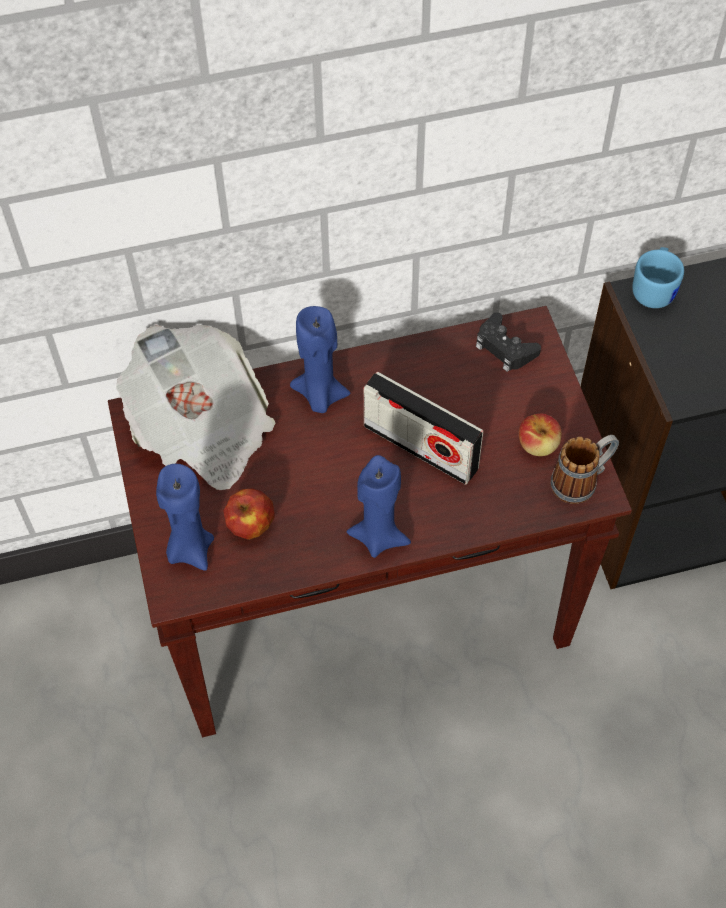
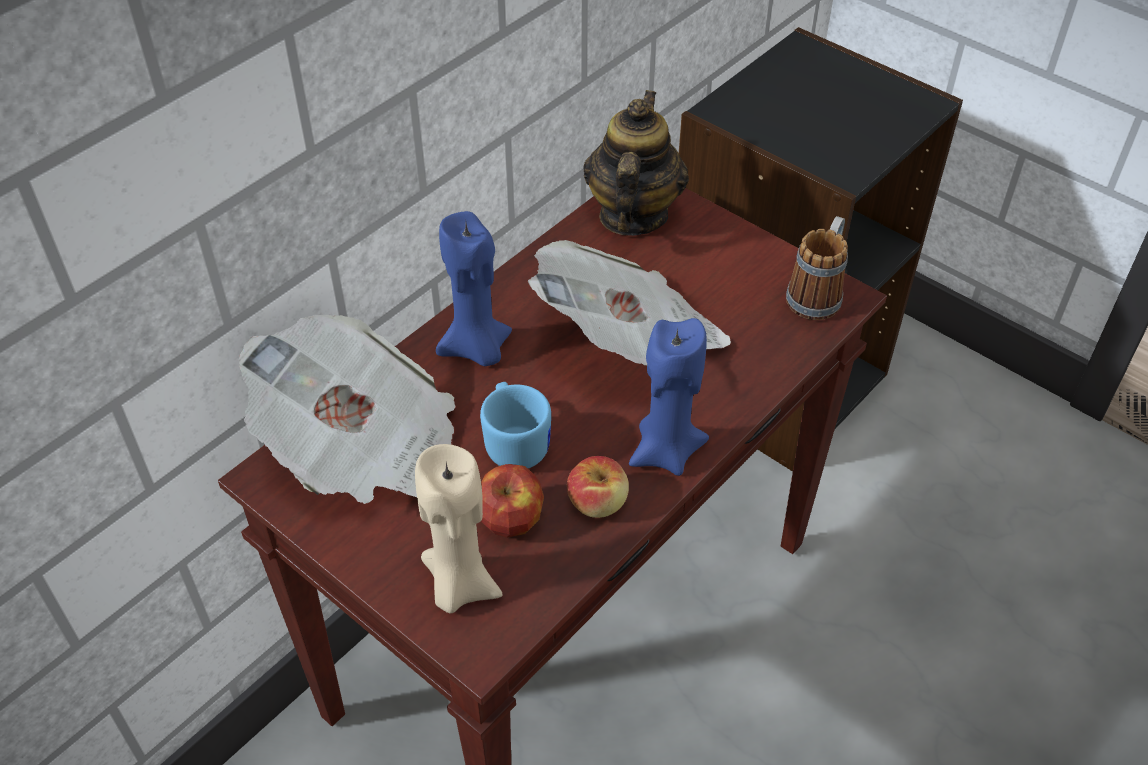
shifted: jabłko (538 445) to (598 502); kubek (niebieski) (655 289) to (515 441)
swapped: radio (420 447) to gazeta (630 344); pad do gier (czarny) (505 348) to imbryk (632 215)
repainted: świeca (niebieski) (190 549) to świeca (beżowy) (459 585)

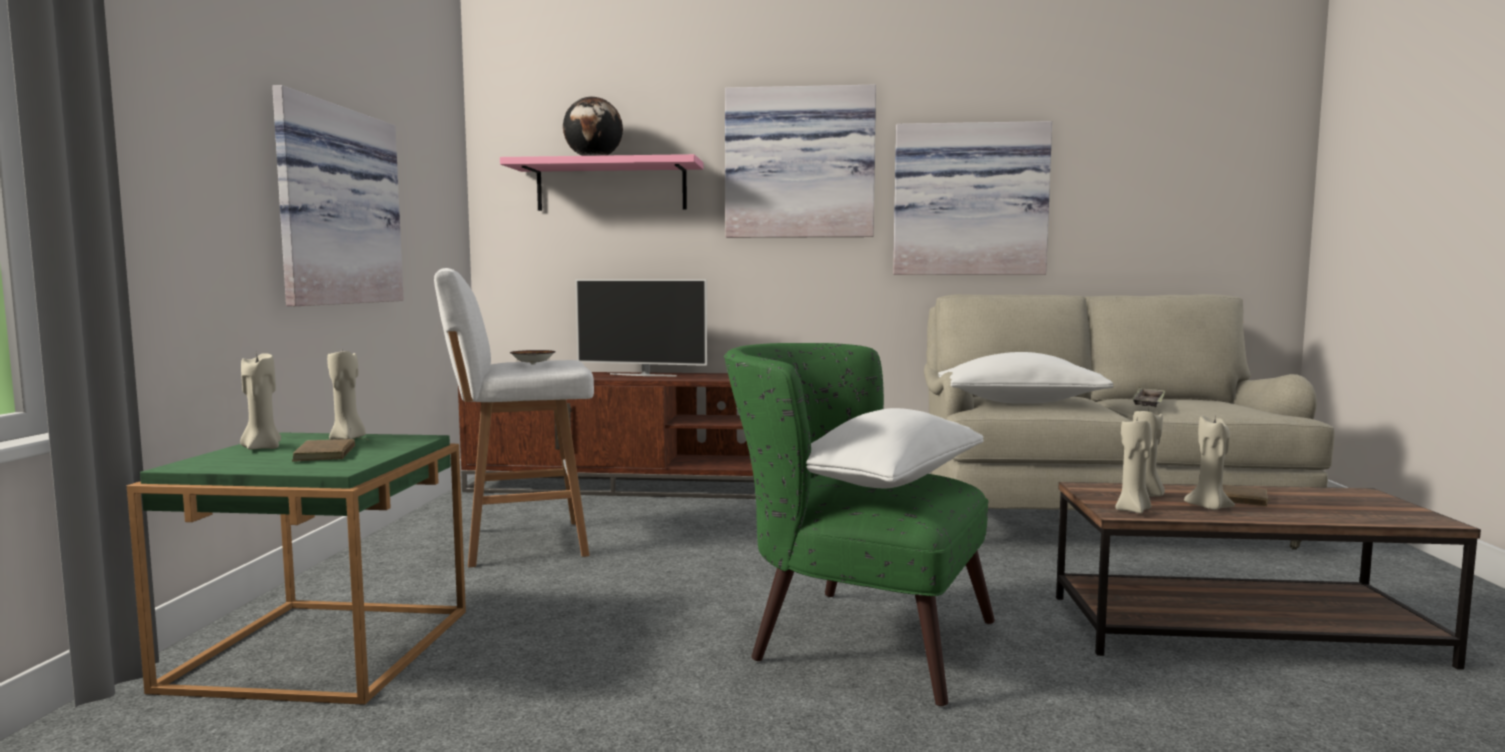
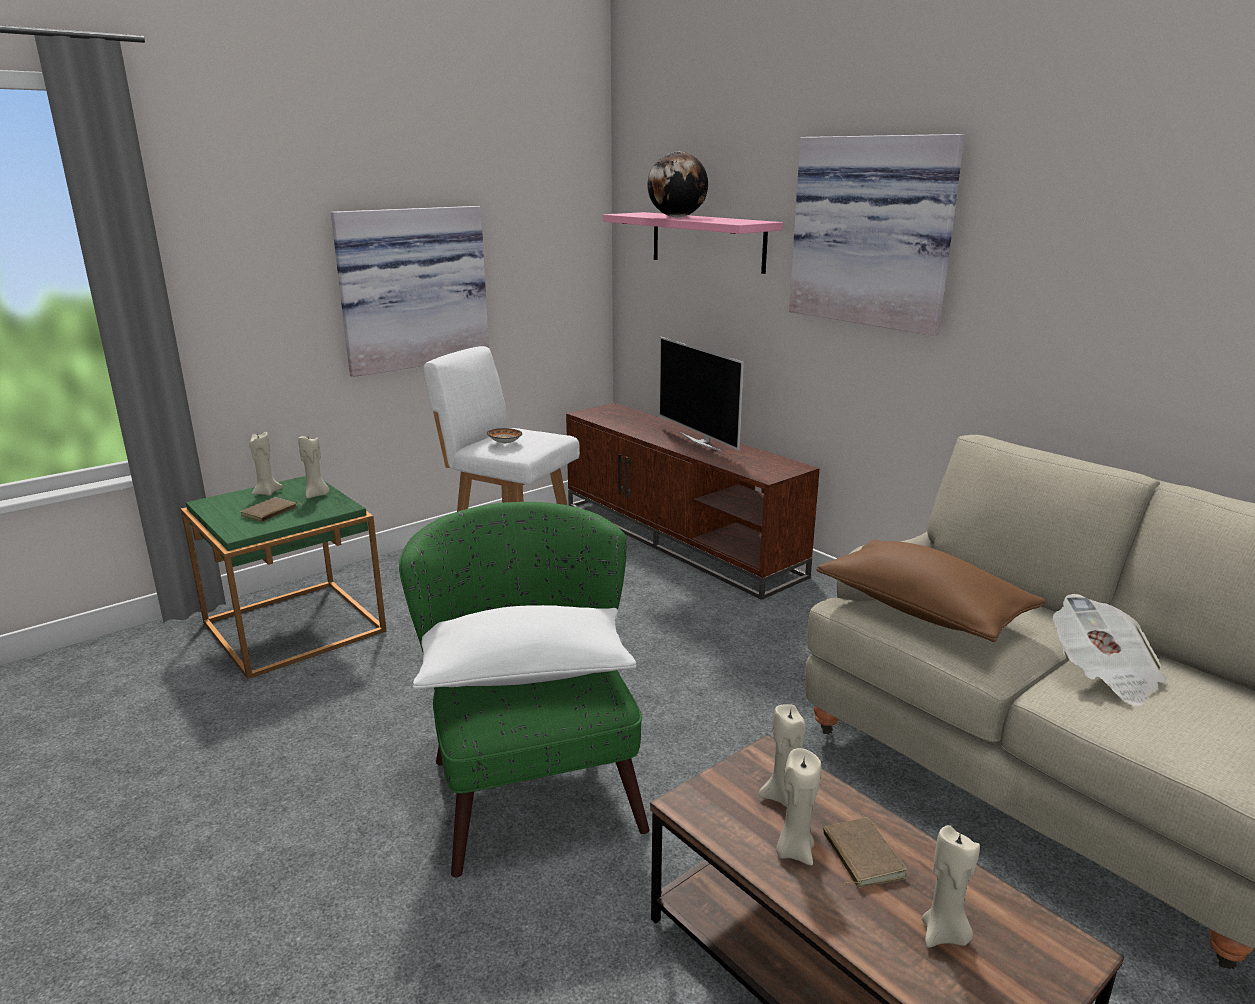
gone: obraz (969 200)
shifted: świeca (beżowy) (1133 510) to (944 934)
swapped: taca (1149 403) to gazeta (1103 674)
repainted: poduszka (biały) (1020 402) to poduszka (brązowy) (923 610)

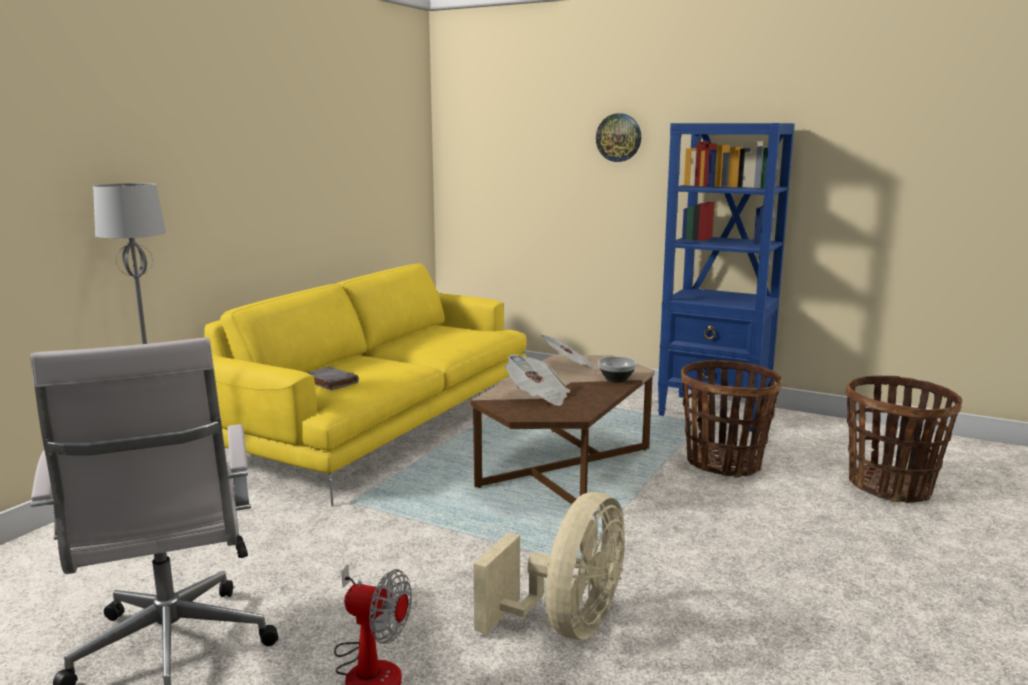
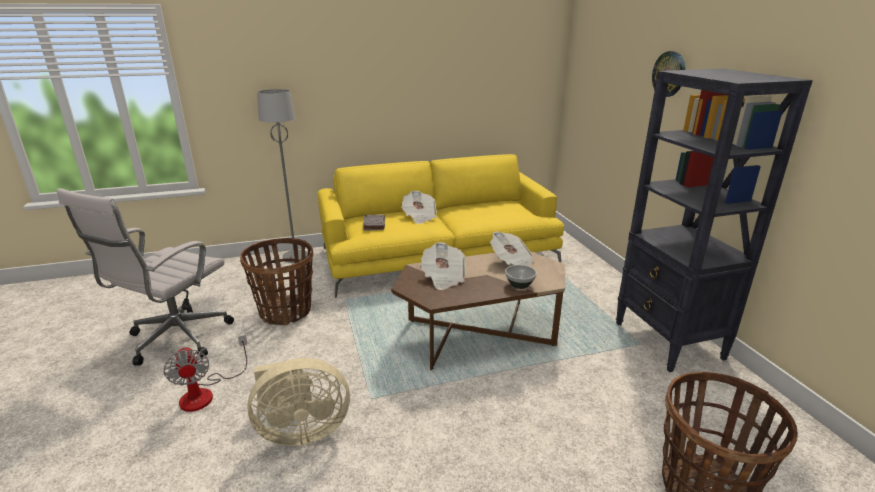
new: gazeta (419 216)
shifted: koszyk (724 463) to (286 311)
repainted: regał (niebieski) (715 413) to regał (czarny) (668 341)

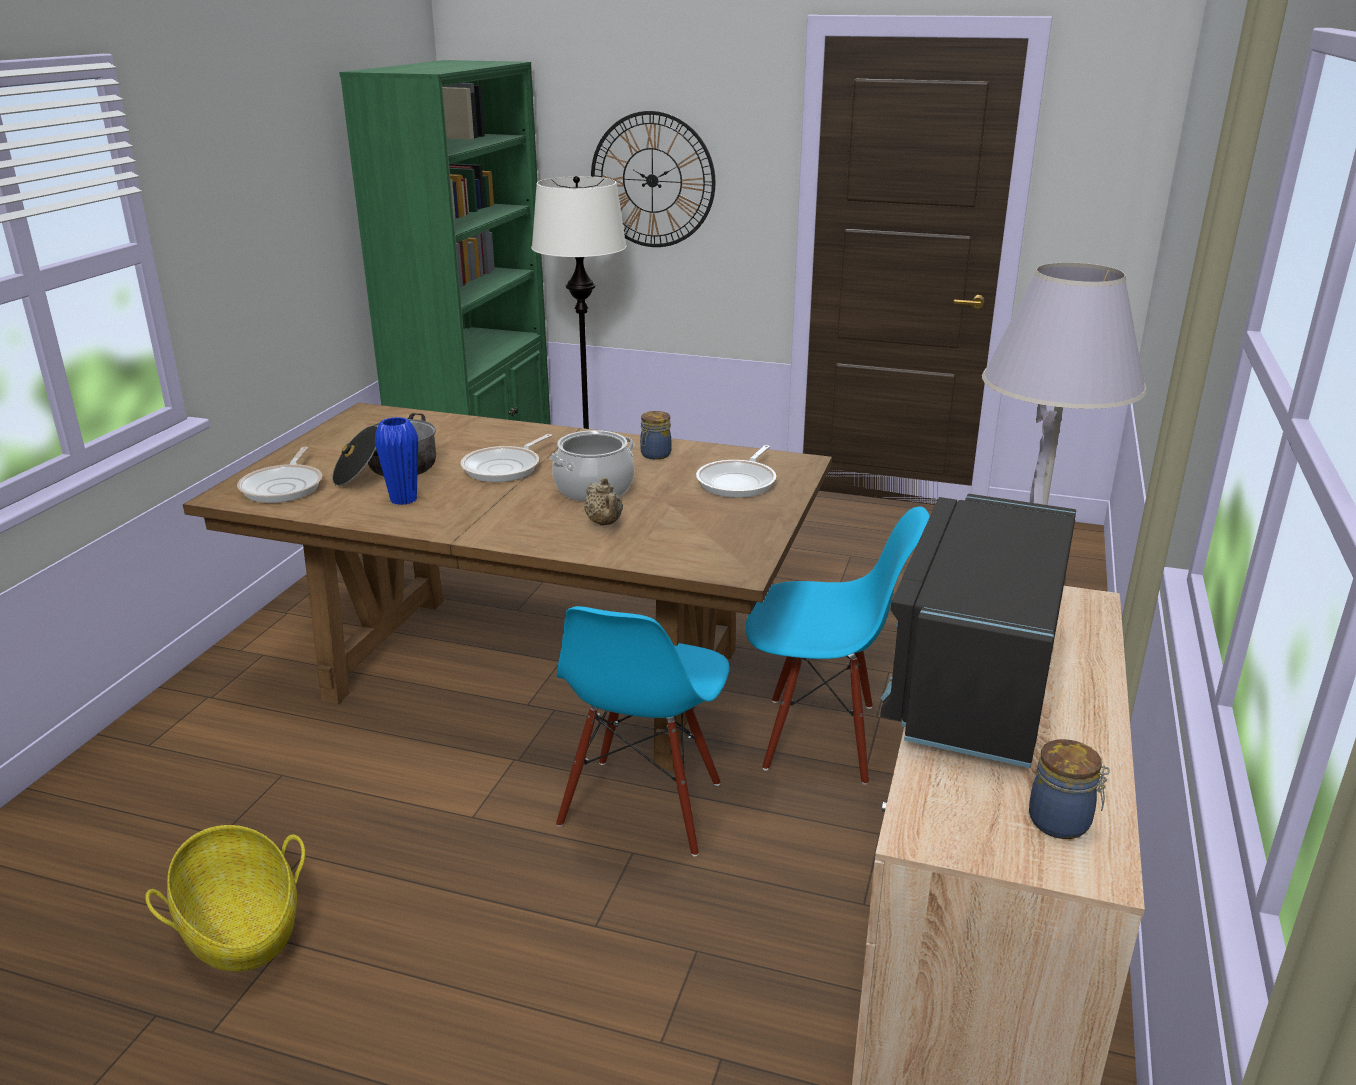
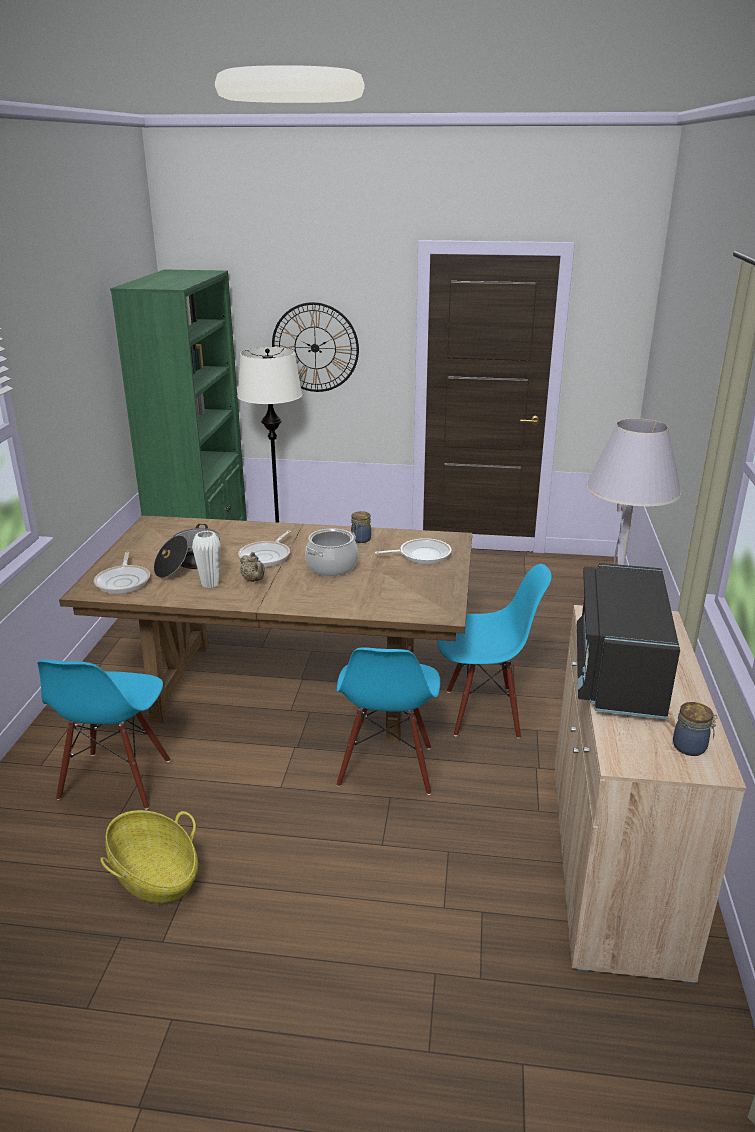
new: krzesło (niebieski) (116 780)
shifted: imbryk (beżowy) (605 523) to (254 580)
repainted: wazon (niebieski) (403 499) to wazon (biały) (210 584)
rotated: patelnia (739 482) = (421 555) 120 degrees counterclockwise

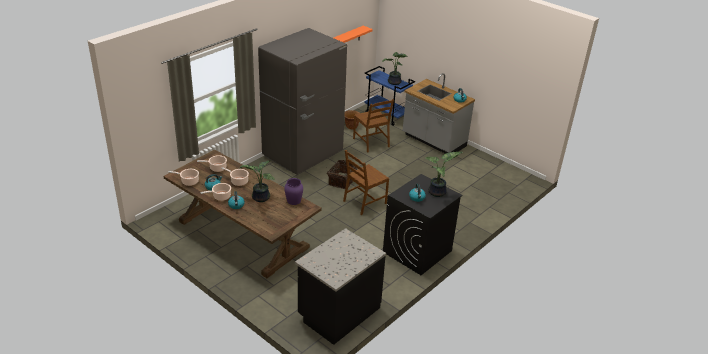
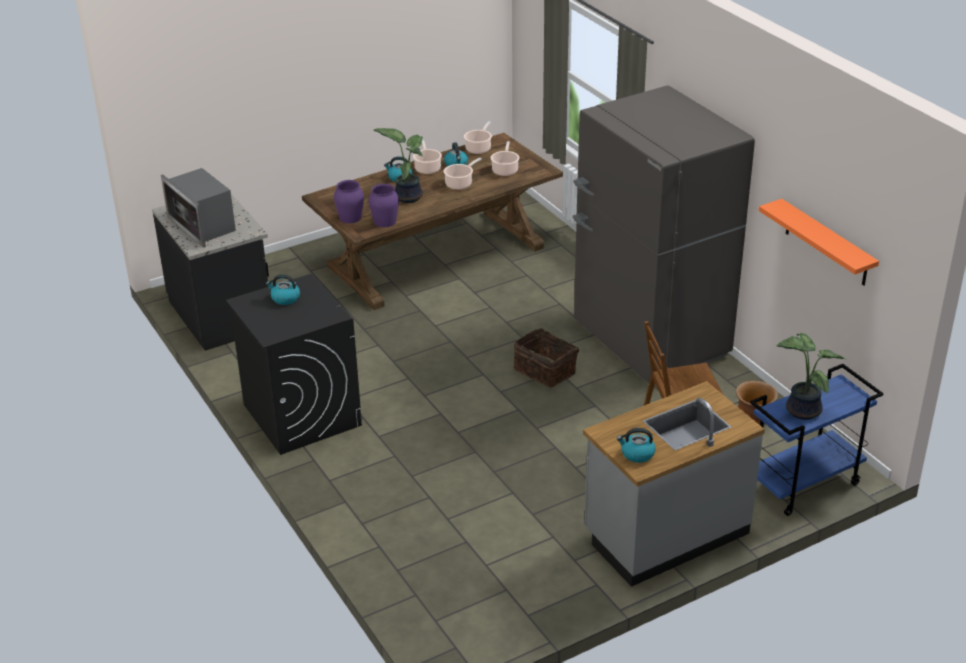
gone: krzesło (brązowy) (364 202); roślina doniczkowa (438 193)
new: mikrofalówka (203 225); wazon (fioletowy) (350 217)

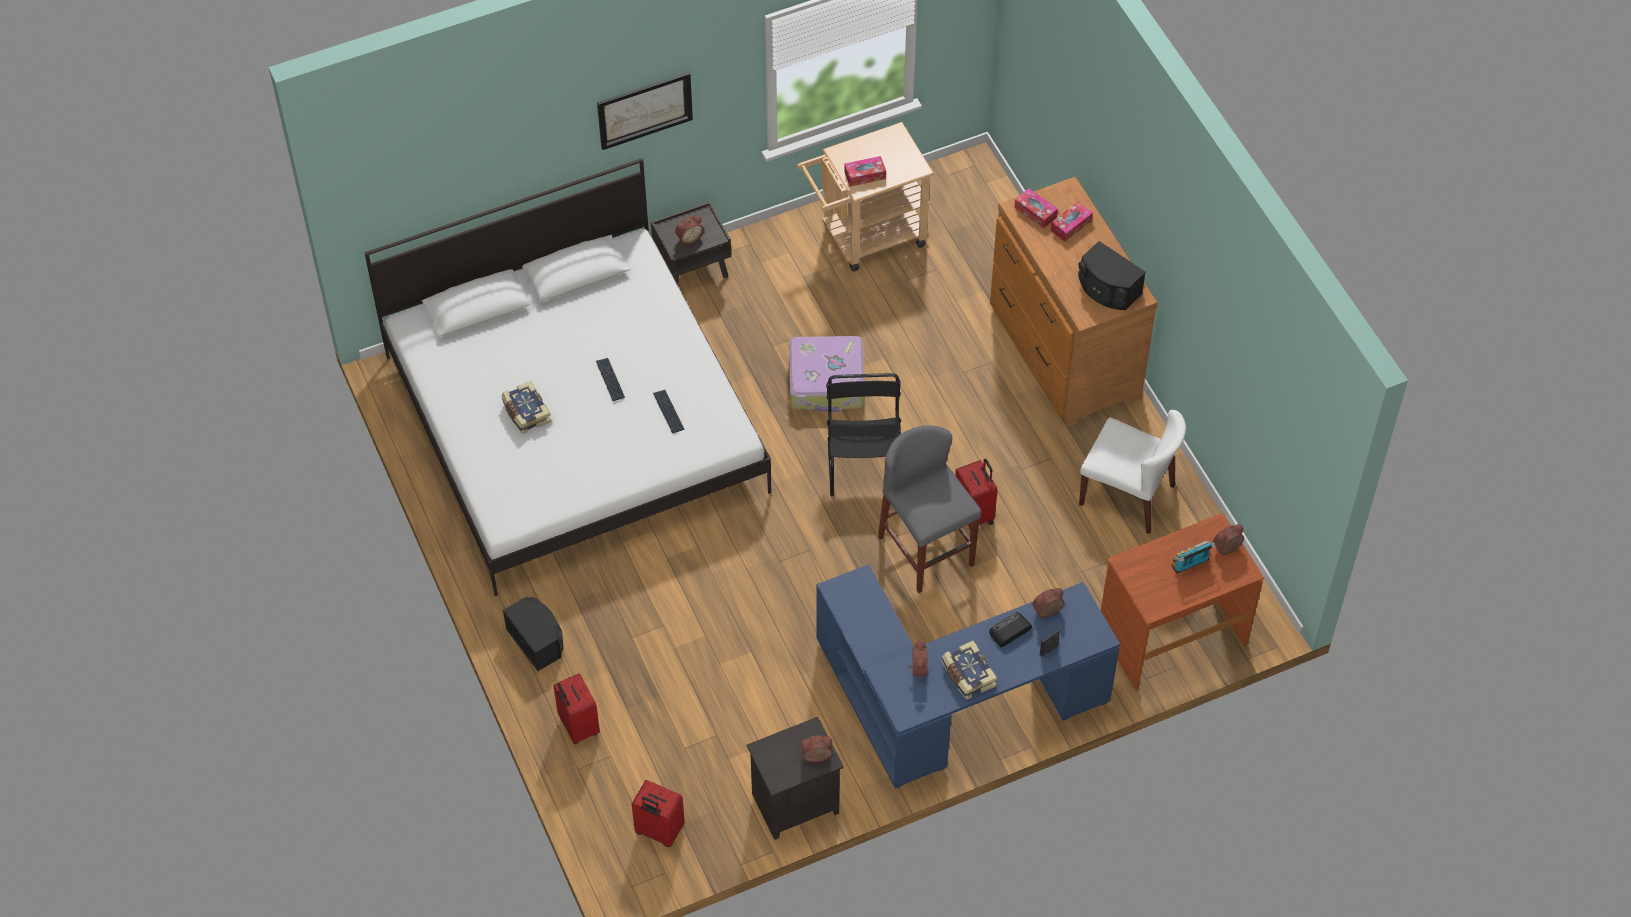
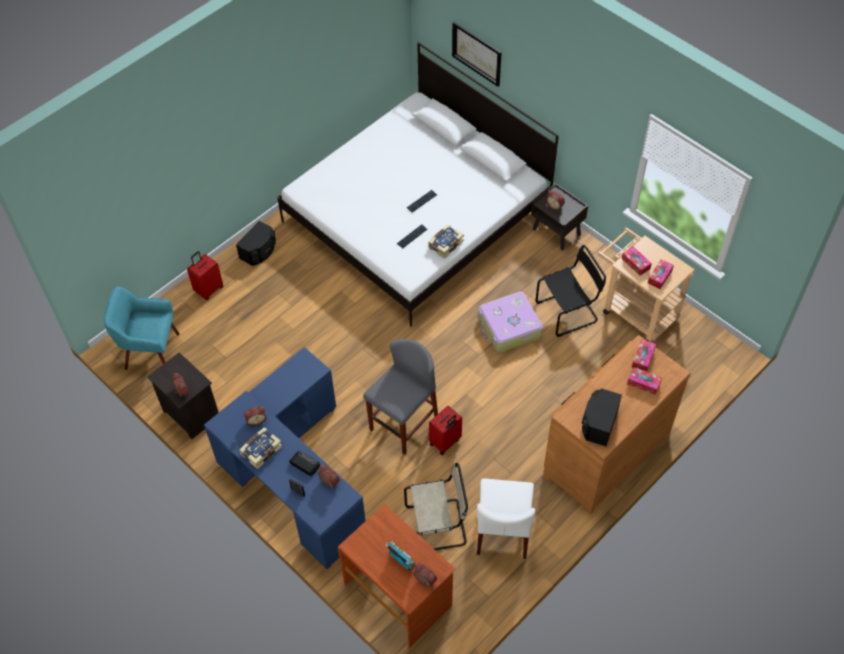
new: krzesło (beżowy) (438 525); pudełko chusteczek (659 276)
shifted: książka (526 413) to (445 244); obraz (644 109) to (477 53); krzesło (czarny) (863 464) to (569 311)
swapped: walizka (czerwony) (658 831) to fotel (turkusowy) (151 351)

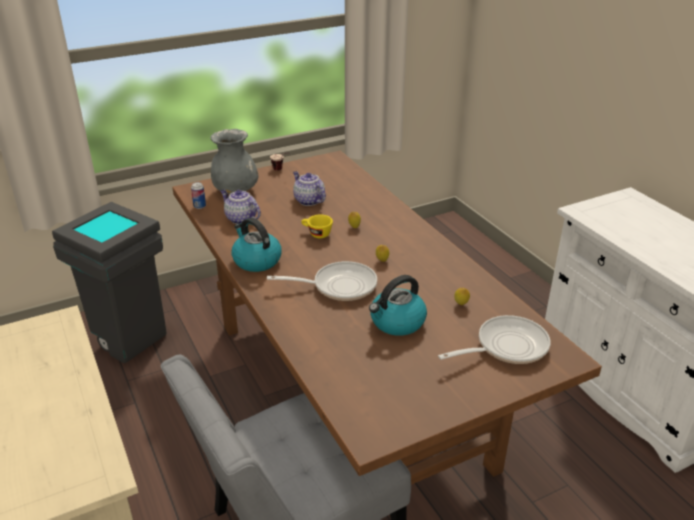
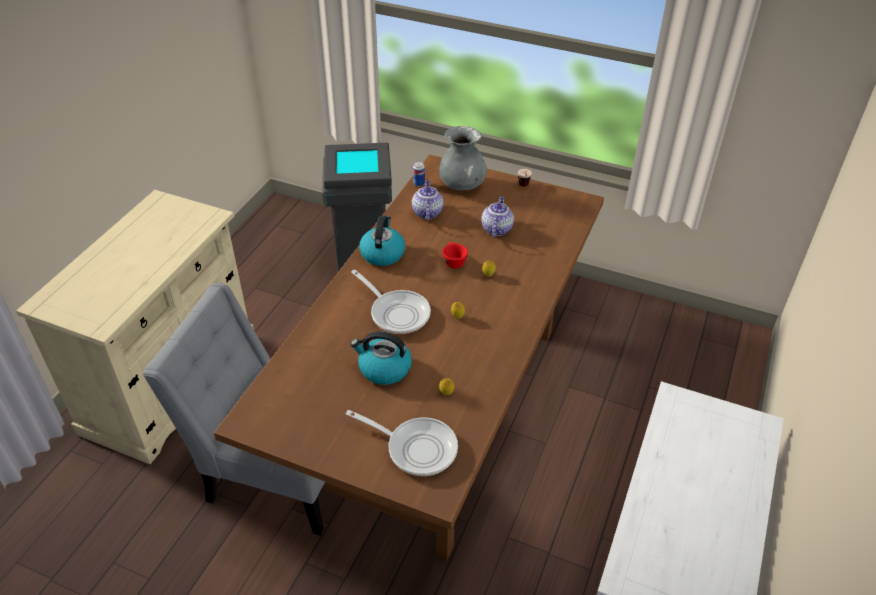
repainted: filiżanka (żółty) (316 234) to filiżanka (czerwony) (453 261)

